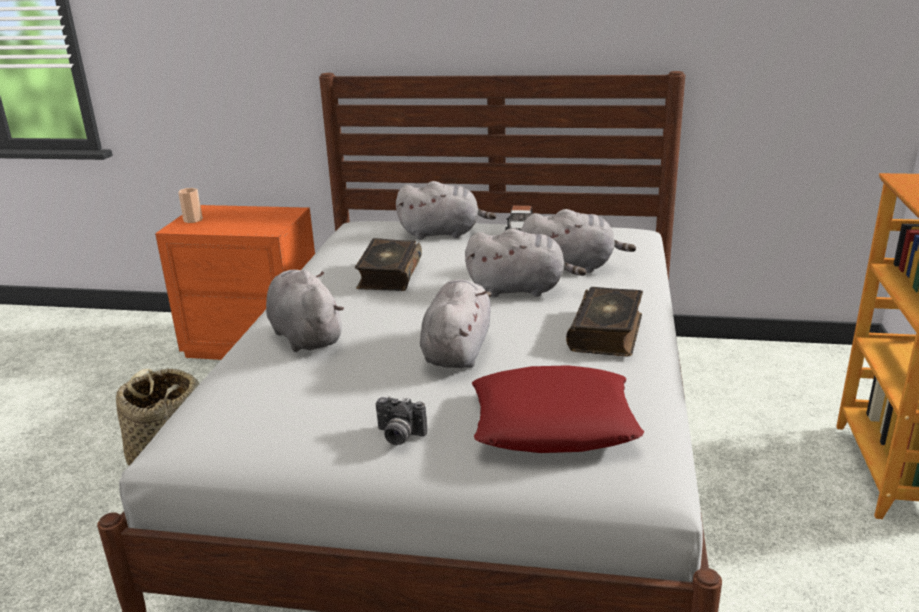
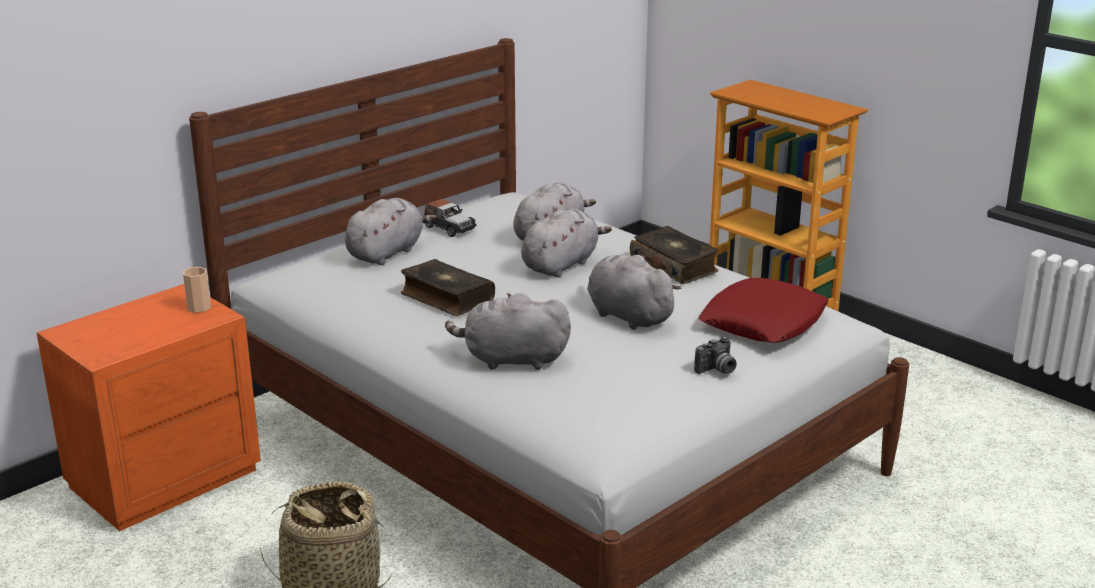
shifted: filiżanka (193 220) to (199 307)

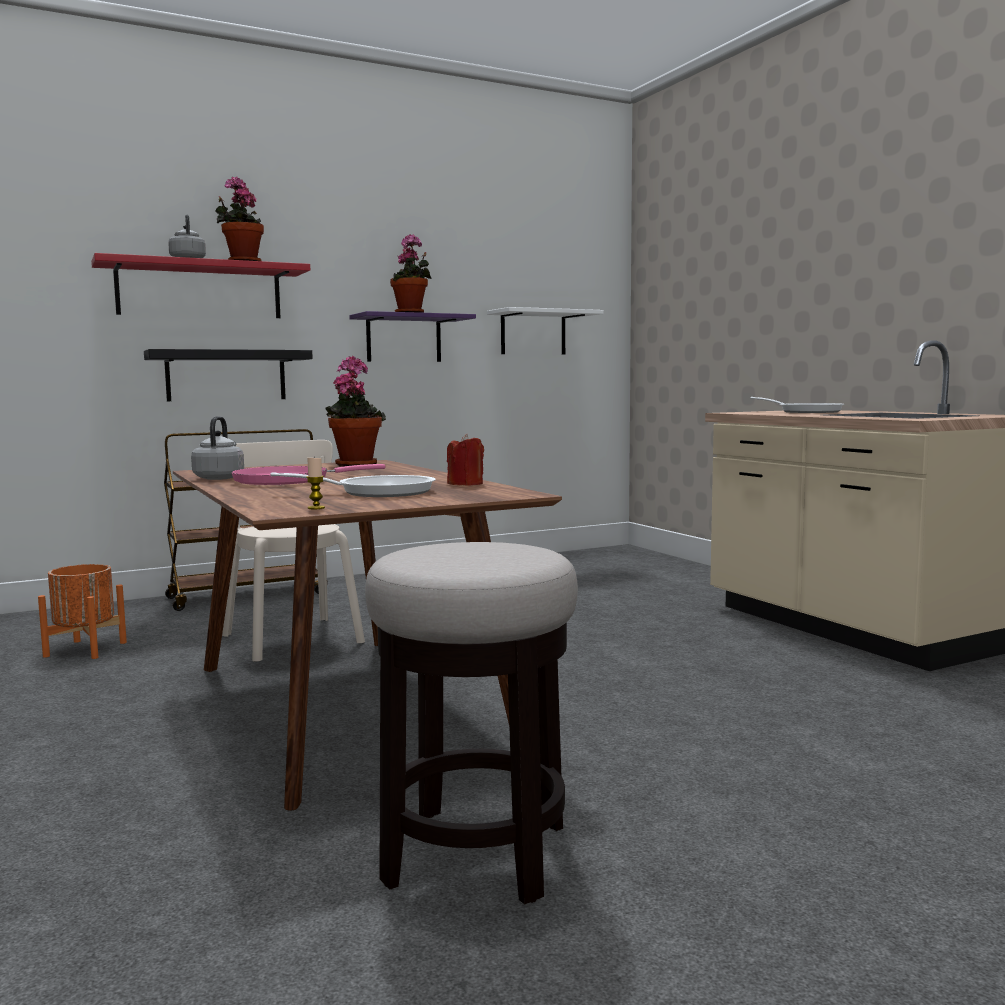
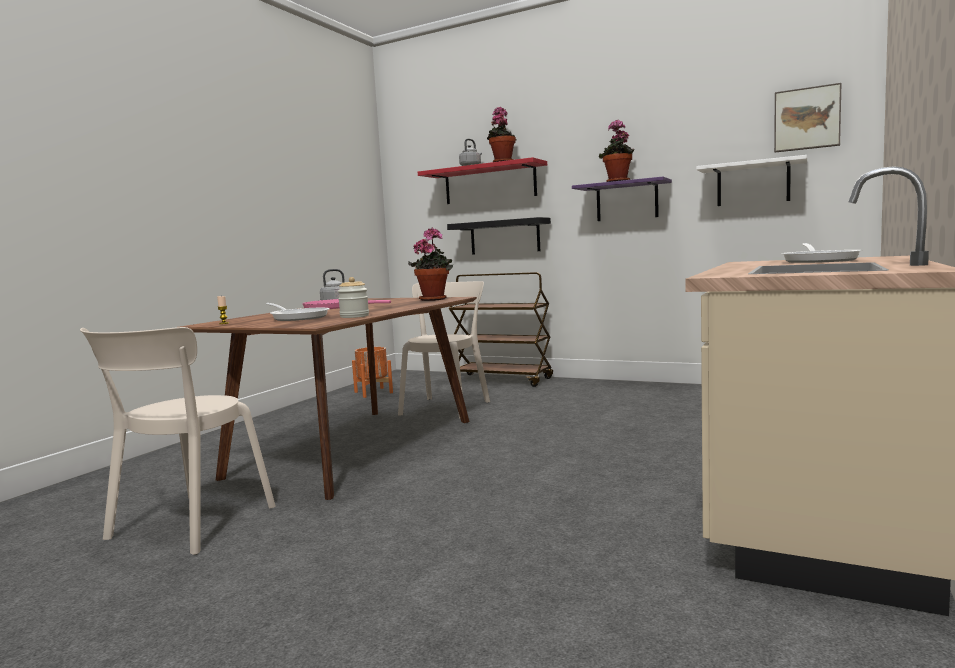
new: obraz (807 119)
swapped: stołek (476 854) to krzesło (beżowy) (187 525); świeca (czerwony) (465 484) to słoik (354 316)

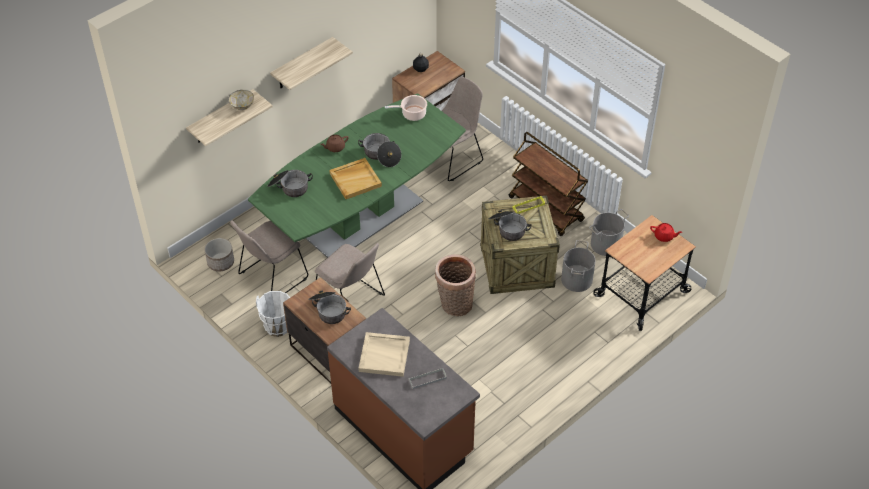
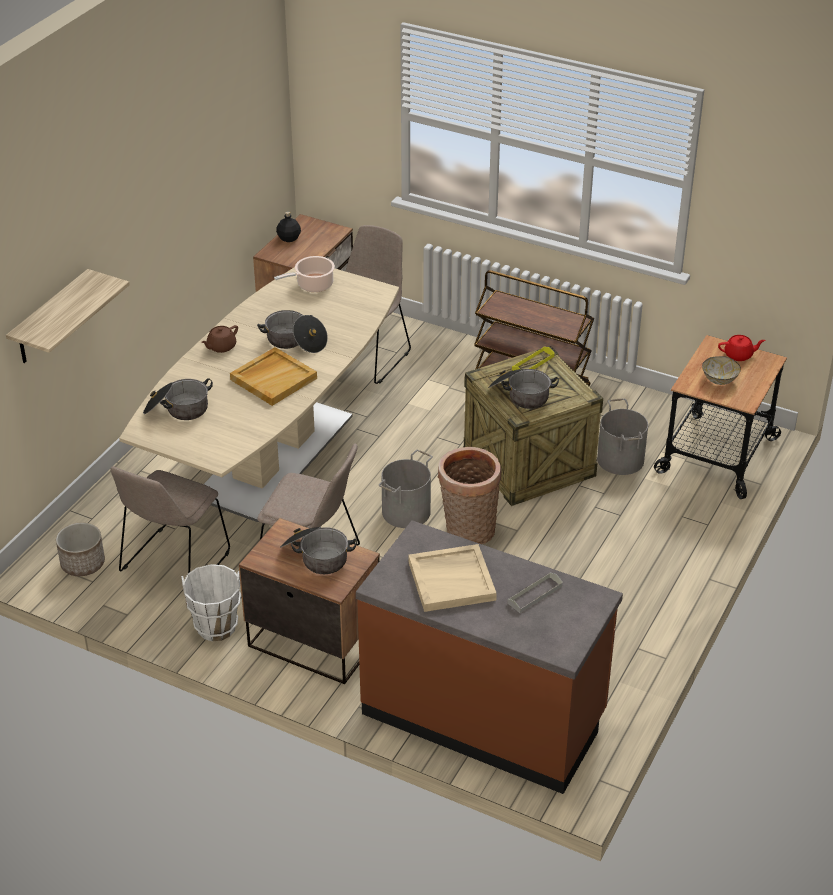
gone: półka (302 64)
shifted: miska (242 106) to (719 380); wiadro (szary) (605 244) to (405 511)
repainted: stół jadalny (zielony) (362 218) to stół jadalny (beżowy) (274 456)

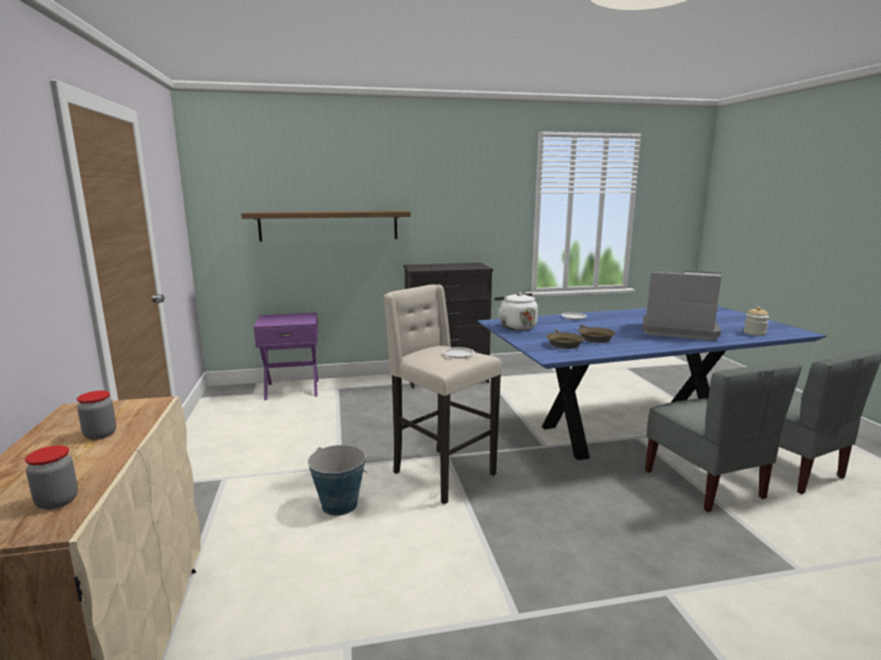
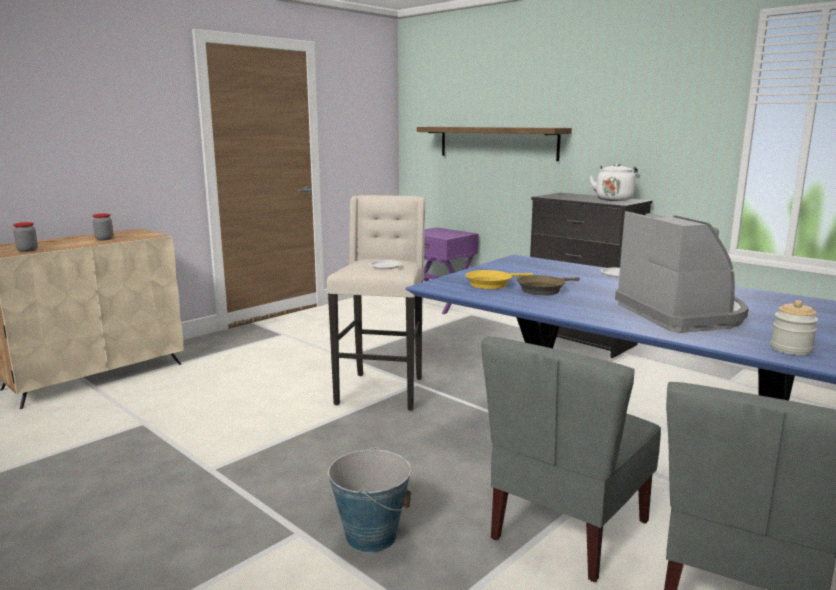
shifted: wiadro (339 505) to (371 536); czajnik (biały) (515 327) to (614 199)
repainted: patelnia (brązowy) (563 344) to patelnia (żółty) (491 284)

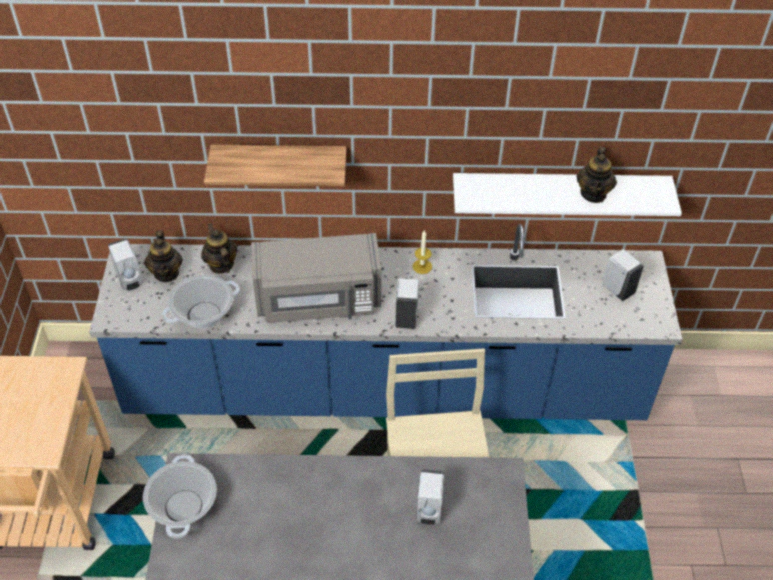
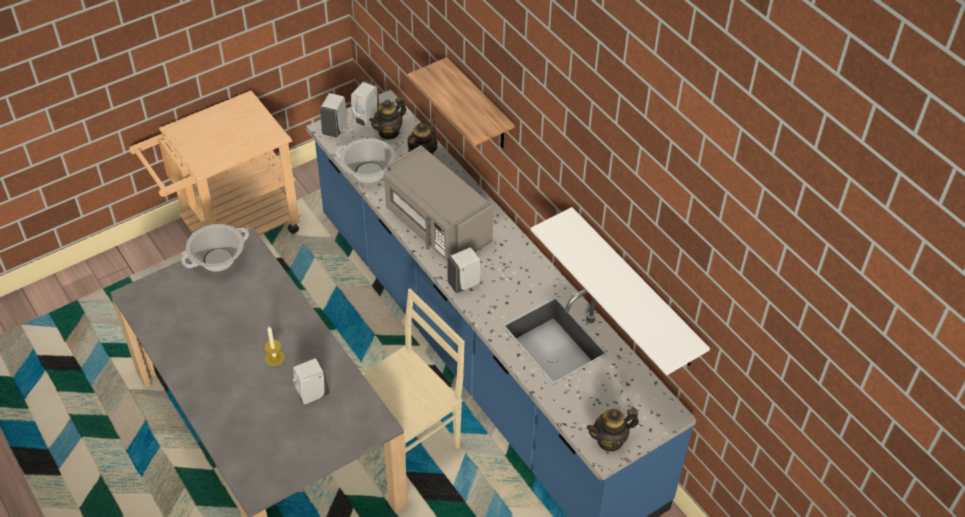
shifted: świeca (422 266) to (274 358); imbryk (593 193) to (610 440); dozownik mydła (biały) (616 289) to (335 128)

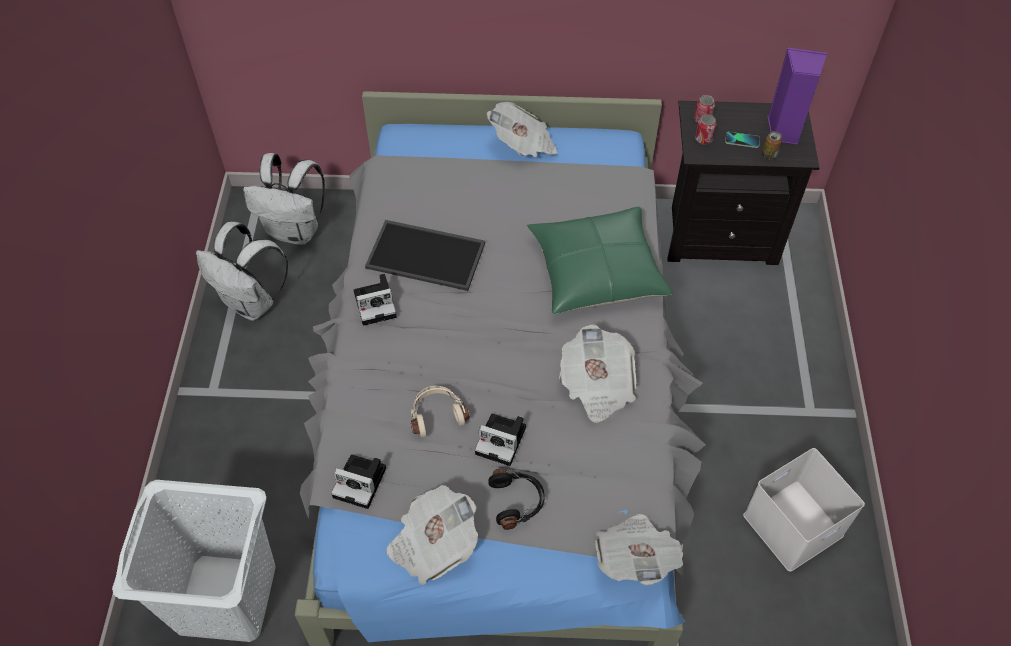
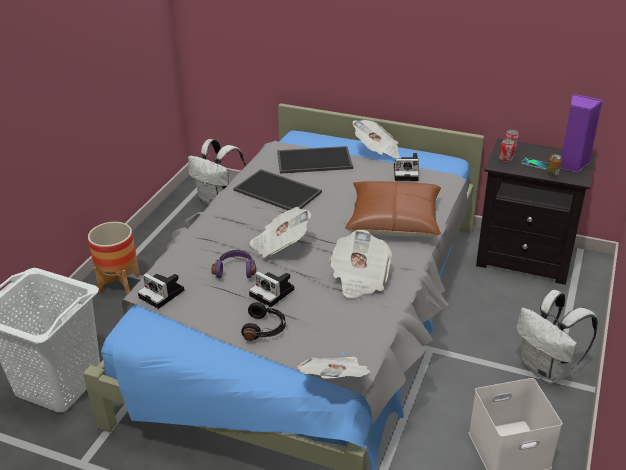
new: donica (119 283); taca (315 160)
shifted: plecak (biały) (252 303) to (547 369); aparat fotograficzny (377 304) to (407 173); gazeta (433 544) to (280 245)
repainted: słuchawki (beżowy) (437 414) to słuchawki (fioletowy) (235 270); poduszka (zielony) (596 271) to poduszka (brązowy) (394 220)

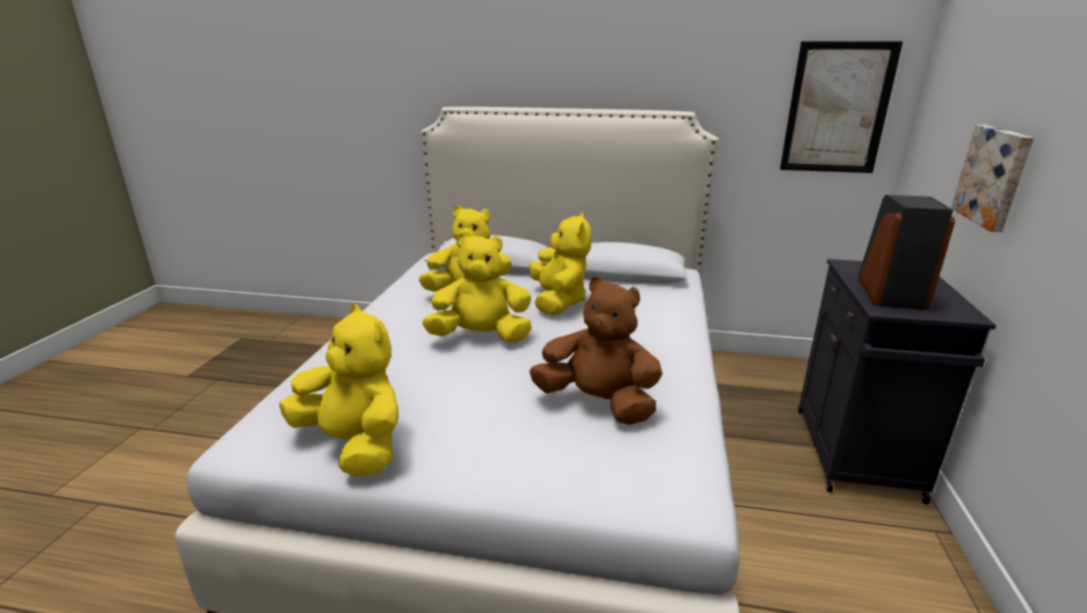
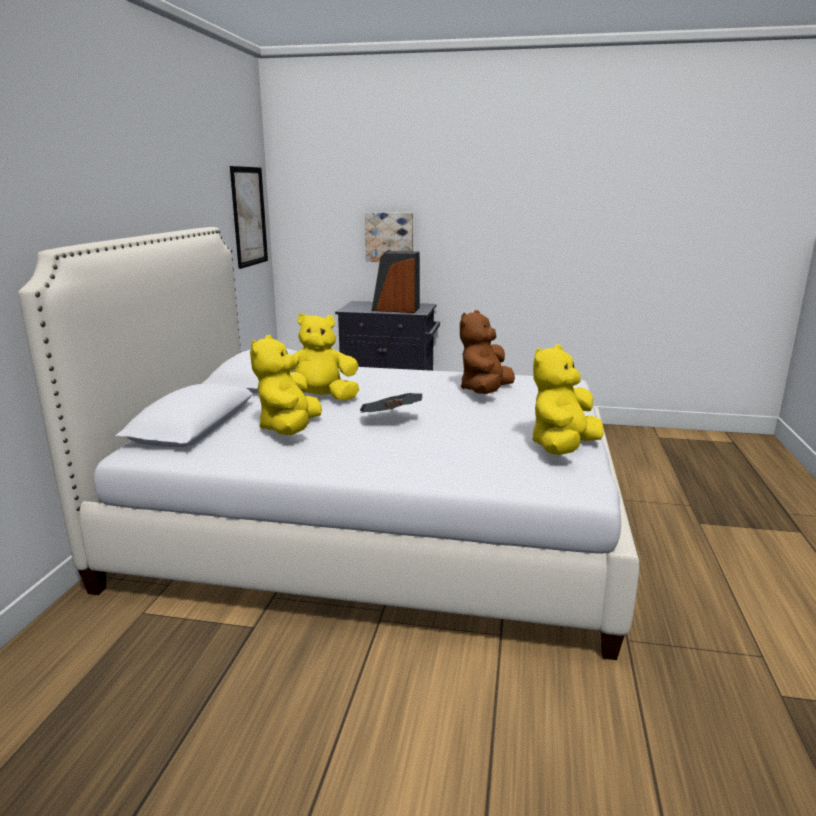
swapped: pluszak (żółty) (481 337) to gazeta (390 420)

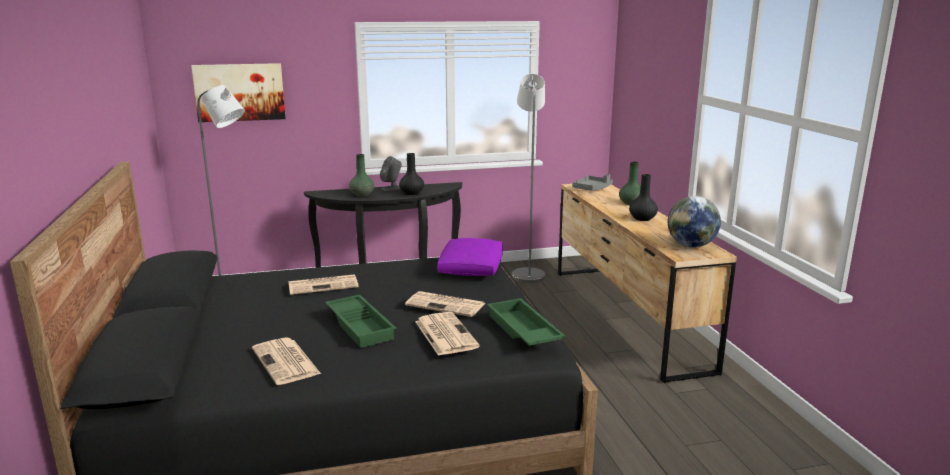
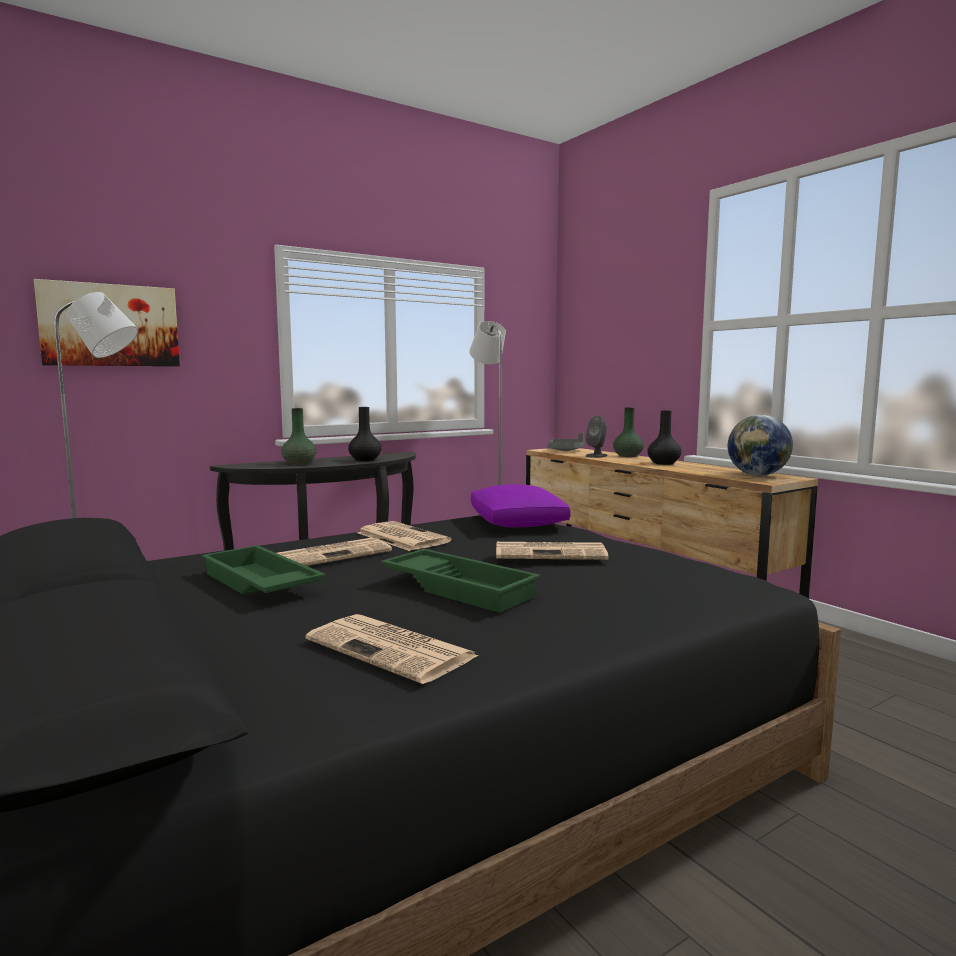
shifted: głośnik (szary) (392 188) to (596 456); gazeta (445 334) to (401 537); taca (zielony) (522 330) to (258 584)

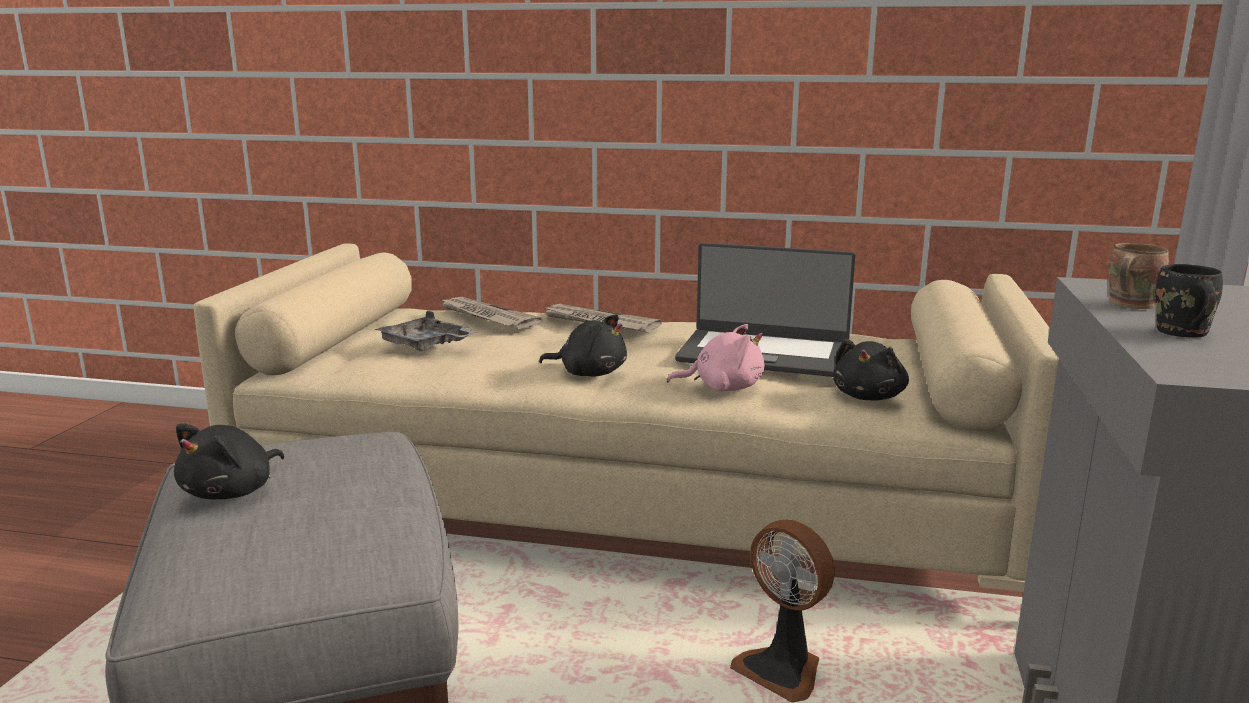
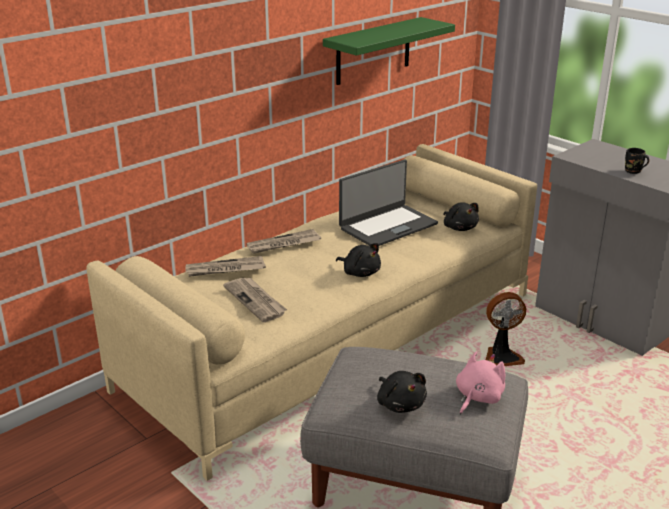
gone: kubek (brązowy) (1127 304)
new: półka (zielony) (373 51)
shifted: pluszak (różowy) (723 387) to (477 397)
swapped: taca (szary) (426 345) to gazeta (256 301)
rotated: pluszak (czarny) (589 373) = (360 272) 75 degrees clockwise

